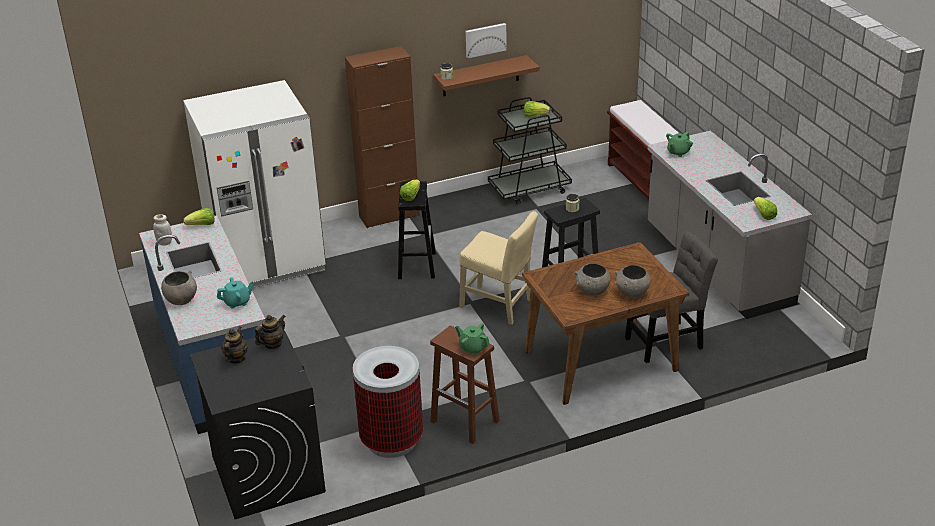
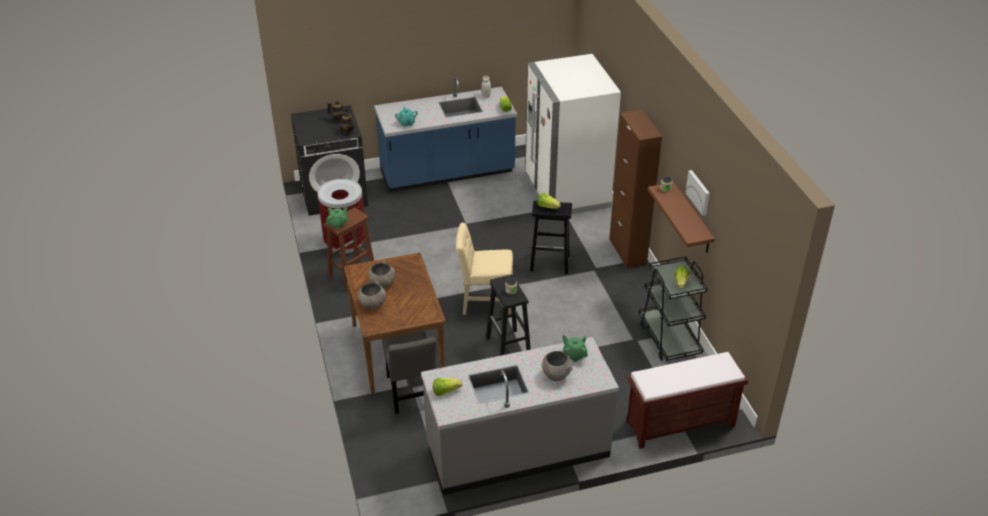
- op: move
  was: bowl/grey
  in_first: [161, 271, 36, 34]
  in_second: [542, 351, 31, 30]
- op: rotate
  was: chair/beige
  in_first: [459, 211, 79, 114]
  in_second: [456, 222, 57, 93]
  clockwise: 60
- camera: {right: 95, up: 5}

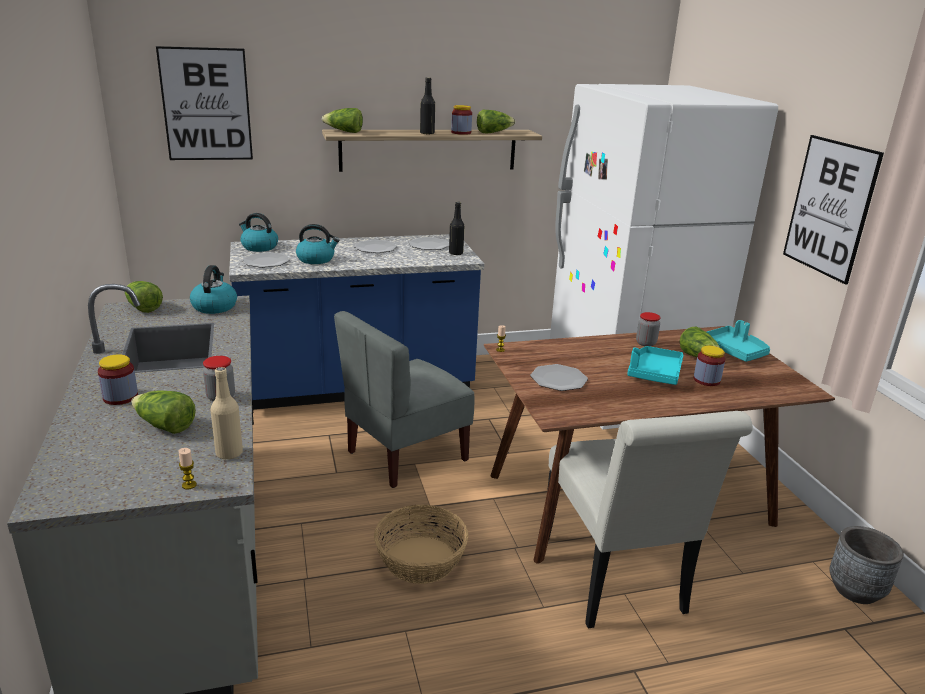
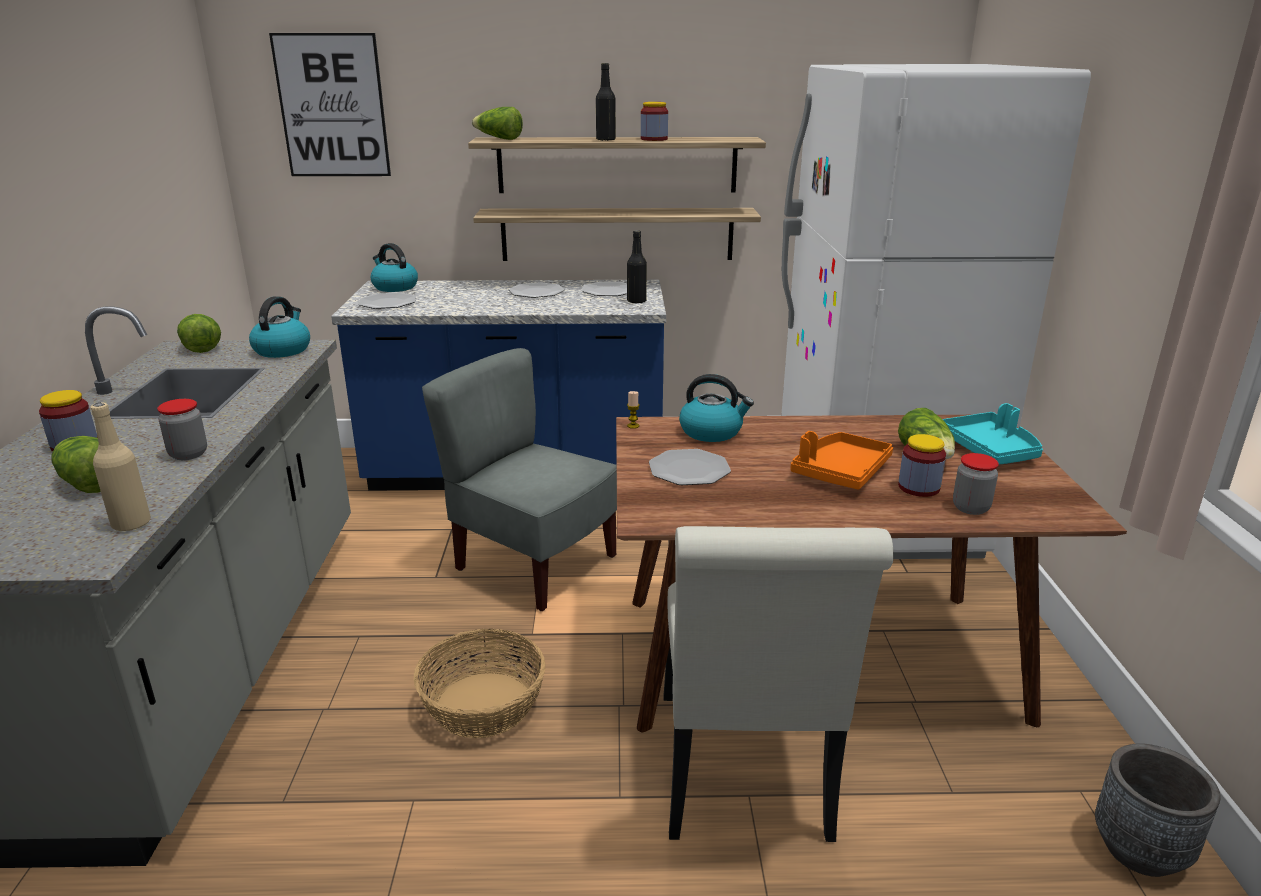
- op: delete
  was: candle
  in_first: [178, 448, 19, 41]
- op: move
  was: kettle
  in_first: [296, 224, 44, 40]
  in_second: [679, 374, 75, 68]
- op: rotate
  was: chair/grey
  in_first: [334, 311, 141, 177]
  in_second: [422, 348, 195, 263]
  clockwise: 60
- op: delete
  was: lettuce
  in_first: [477, 110, 38, 23]
- op: recolor
  was: tray/turquoise
  now: tray/orange
  in_first: [627, 346, 56, 39]
  in_second: [790, 431, 103, 59]
- op: move
  was: jar
  in_first: [636, 312, 25, 35]
  in_second: [953, 453, 46, 62]
- op: delete
  was: picture
  in_first: [783, 135, 101, 150]
- op: insert
  now: shelf
  in_second: [473, 208, 288, 53]
- camera: {right: 15, up: 0}

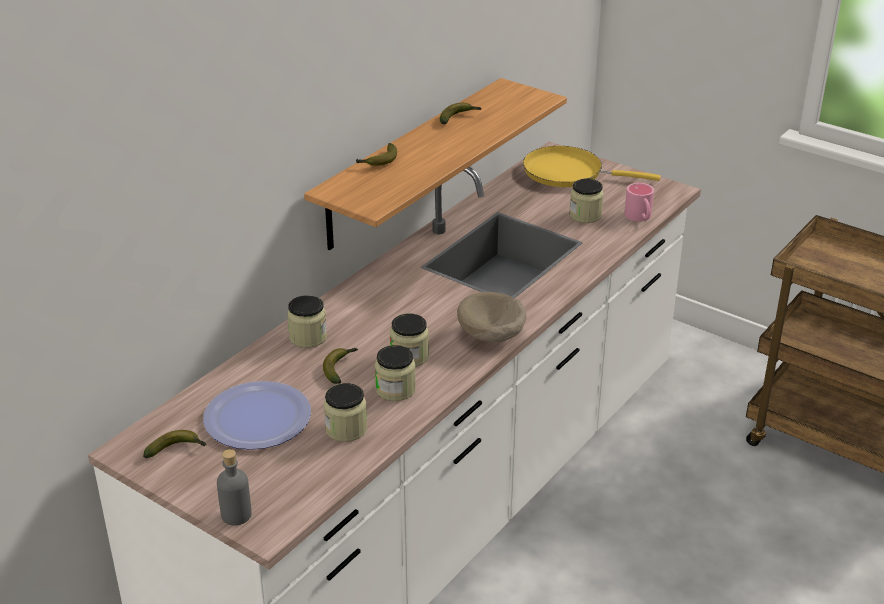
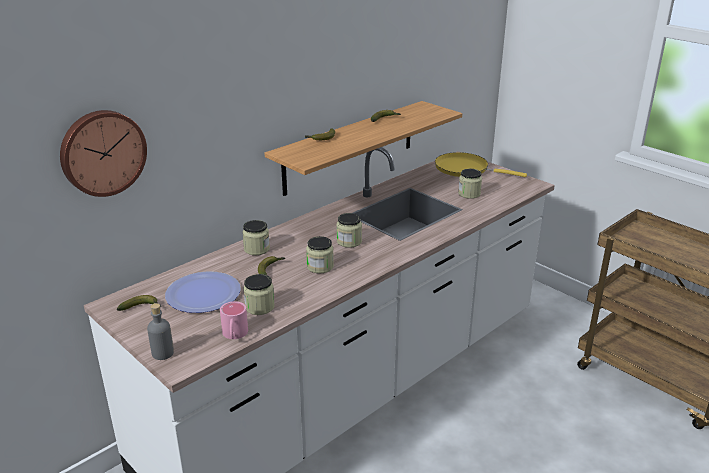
- op: move
  was: jar
  in_first: [375, 345, 41, 56]
  in_second: [337, 213, 25, 35]
- op: delete
  was: bowl/beige
  in_first: [457, 292, 70, 50]
- op: move
  was: mug/pink
  in_first: [624, 183, 30, 38]
  in_second: [220, 301, 28, 38]
- op: insert
  now: wall clock
  in_second: [60, 110, 87, 87]
- camera: {right: 10, up: -5}

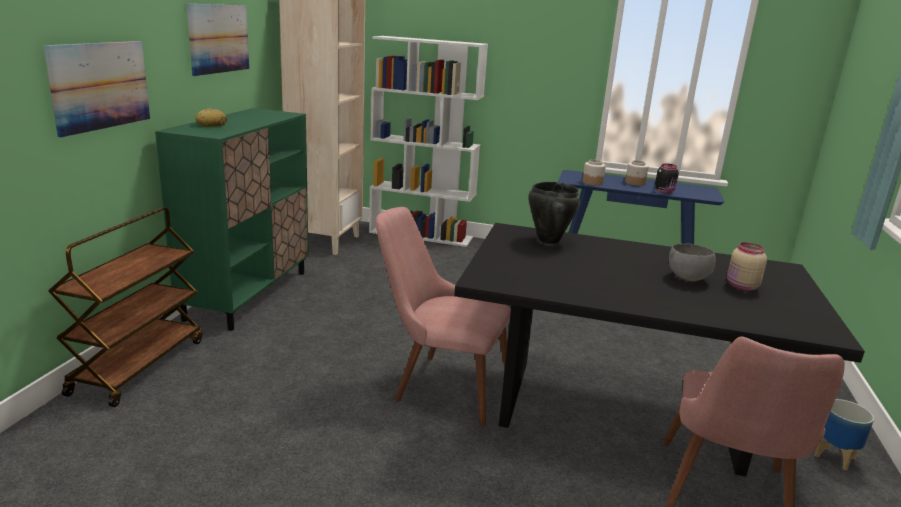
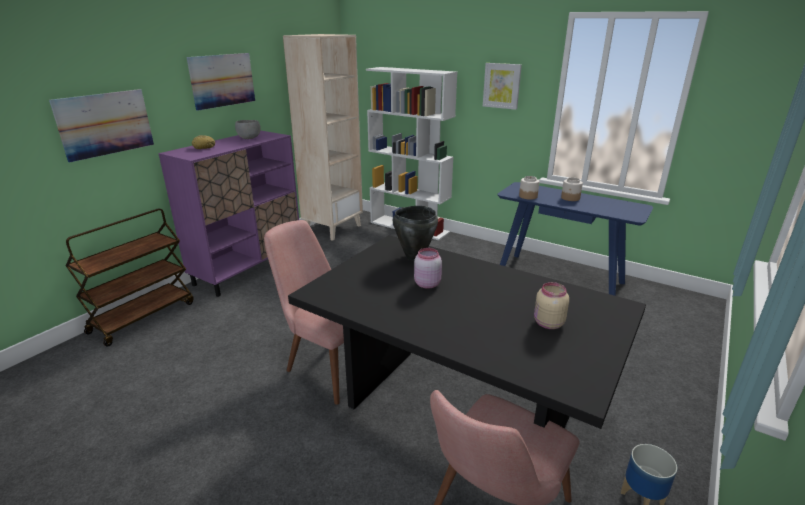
- op: recolor
  was: cabinet/green
  now: cabinet/purple
  in_first: [155, 108, 154, 223]
  in_second: [158, 130, 141, 167]
- op: delete
  was: jar/black
  in_first: [655, 163, 24, 31]
- op: move
  was: bowl/grey
  in_first: [669, 244, 47, 37]
  in_second: [235, 120, 26, 19]
- op: insert
  now: jar/pink
  in_second: [414, 248, 28, 41]
- op: insert
  now: picture
  in_second: [483, 63, 39, 47]
- camera: {right: 20, up: 5}

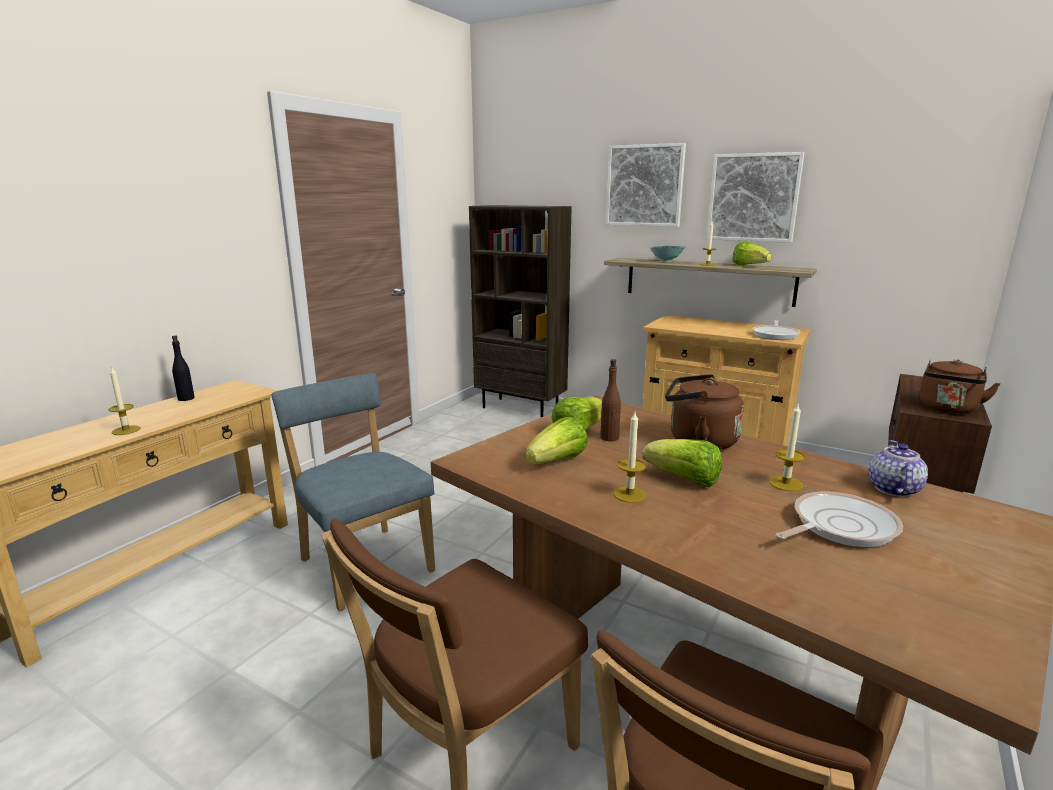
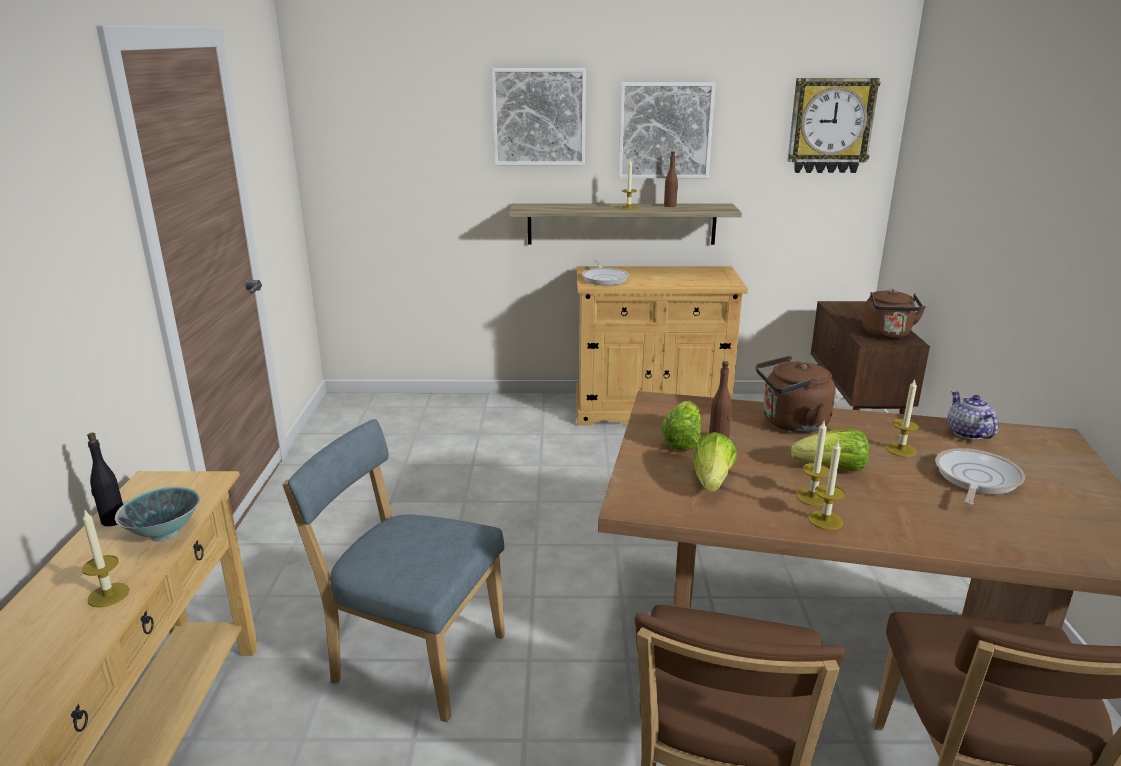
- op: delete
  was: bookcase/brown
  in_first: [469, 205, 103, 212]
- op: move
  was: bowl
  in_first: [650, 245, 35, 17]
  in_second: [115, 487, 85, 55]
- op: replace
  was: lettuce
  now: bottle/brown
  in_first: [732, 241, 40, 24]
  in_second: [664, 151, 14, 56]
- op: move
  was: frying pan
  in_first: [752, 320, 49, 20]
  in_second: [582, 260, 47, 25]
- op: insert
  now: wall clock
  in_second: [787, 78, 94, 95]
- op: insert
  now: candle
  in_second: [808, 441, 37, 89]
- camera: {right: -30, up: 5}

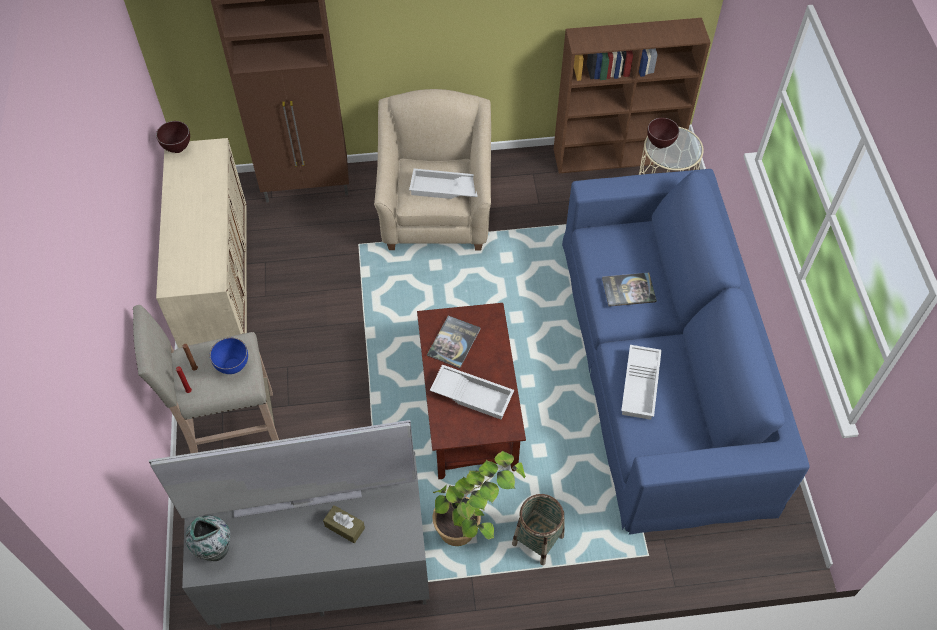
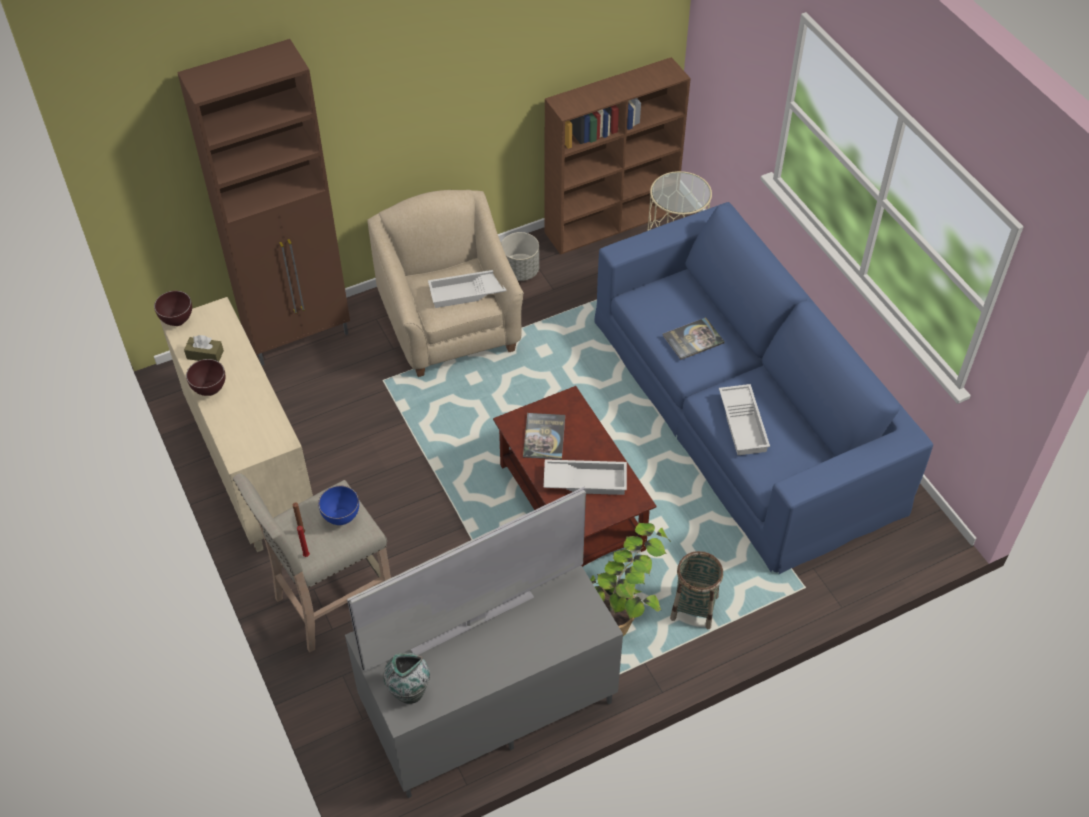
- op: move
  was: tissue box/brown
  in_first: [323, 505, 42, 38]
  in_second: [184, 335, 40, 27]
- op: move
  was: bowl/brown
  in_first: [647, 118, 32, 30]
  in_second: [186, 359, 39, 37]
- op: insert
  now: planter/grey
  in_second: [501, 232, 38, 49]
- camera: {right: -20, up: -5}

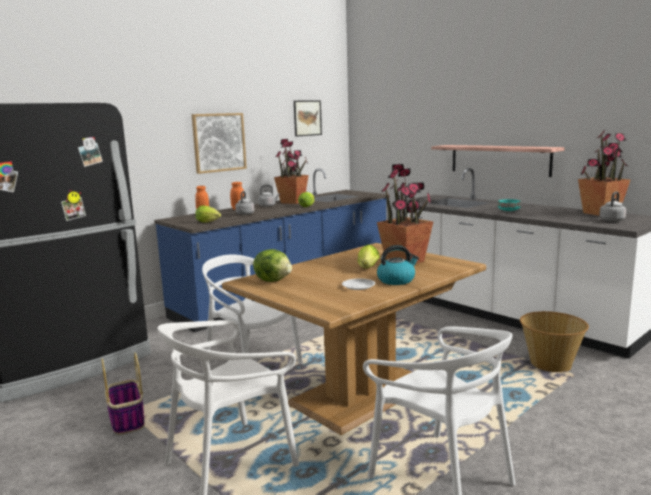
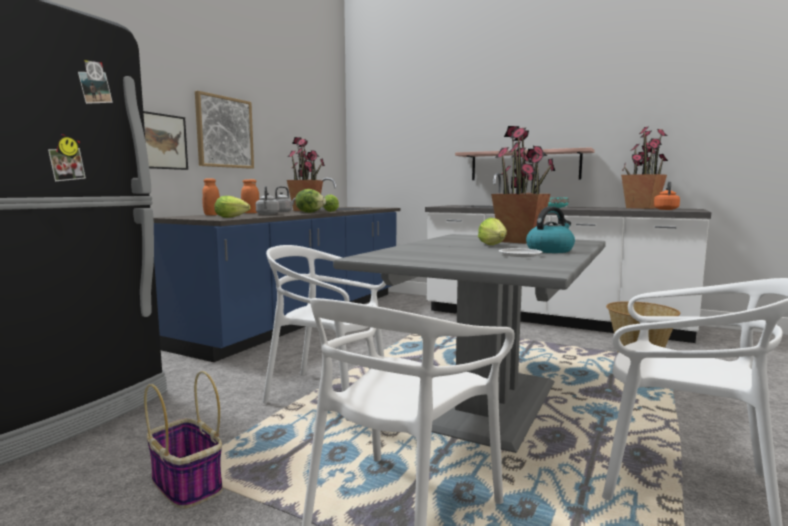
- op: recolor
  was: dining table/brown
  now: dining table/grey
  in_first: [222, 243, 264, 192]
  in_second: [333, 234, 273, 219]
- op: move
  was: lettuce
  in_first: [253, 249, 39, 33]
  in_second: [296, 189, 30, 24]
- op: move
  was: picture
  in_first: [294, 100, 28, 37]
  in_second: [143, 111, 45, 59]
- op: recolor
  was: kettle/grey
  now: kettle/orange
  in_first: [599, 192, 27, 30]
  in_second: [654, 181, 26, 29]
- camera: {right: -20, up: -5}

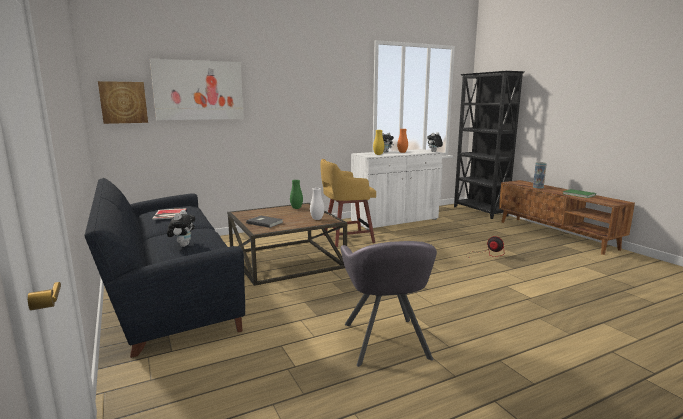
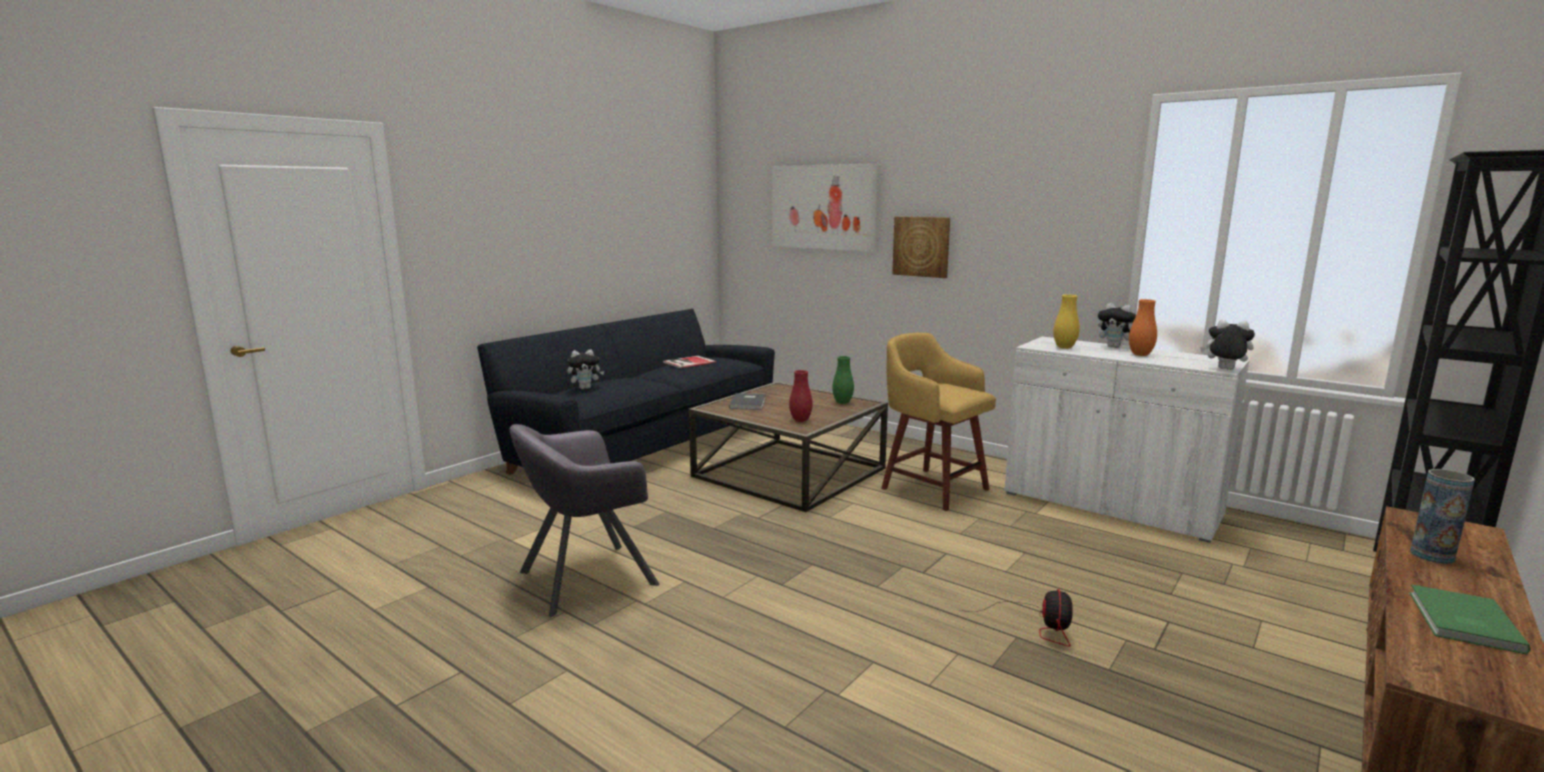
- op: move
  was: picture
  in_first: [98, 81, 50, 43]
  in_second: [892, 216, 58, 62]
- op: recolor
  was: vase/white
  now: vase/red
  in_first: [310, 188, 14, 32]
  in_second: [789, 370, 24, 52]
- camera: {right: 65, up: 0}

